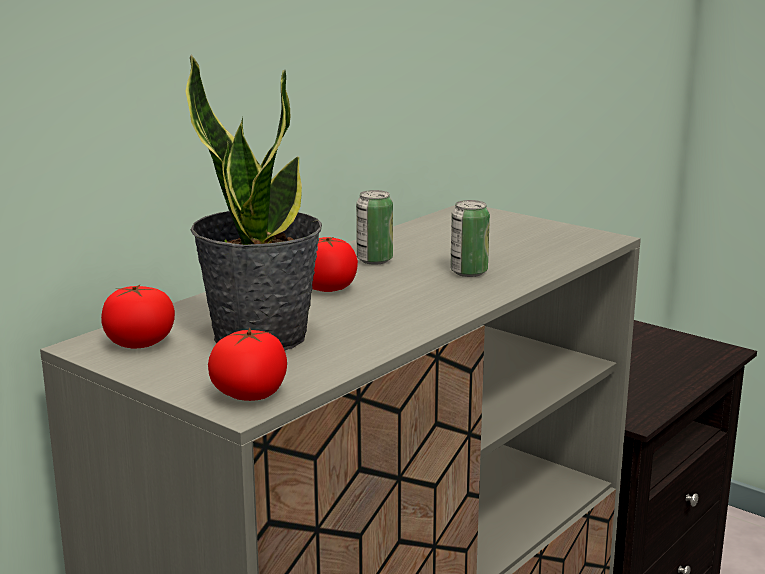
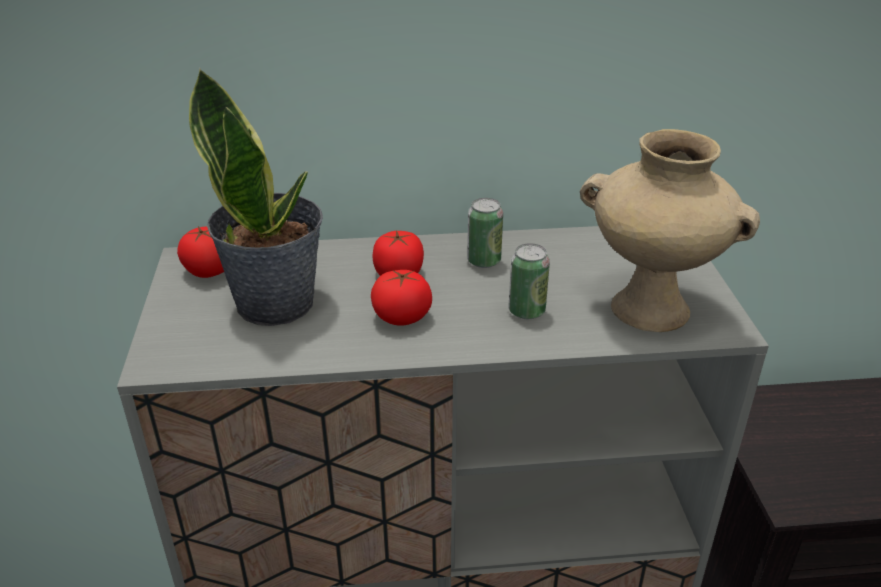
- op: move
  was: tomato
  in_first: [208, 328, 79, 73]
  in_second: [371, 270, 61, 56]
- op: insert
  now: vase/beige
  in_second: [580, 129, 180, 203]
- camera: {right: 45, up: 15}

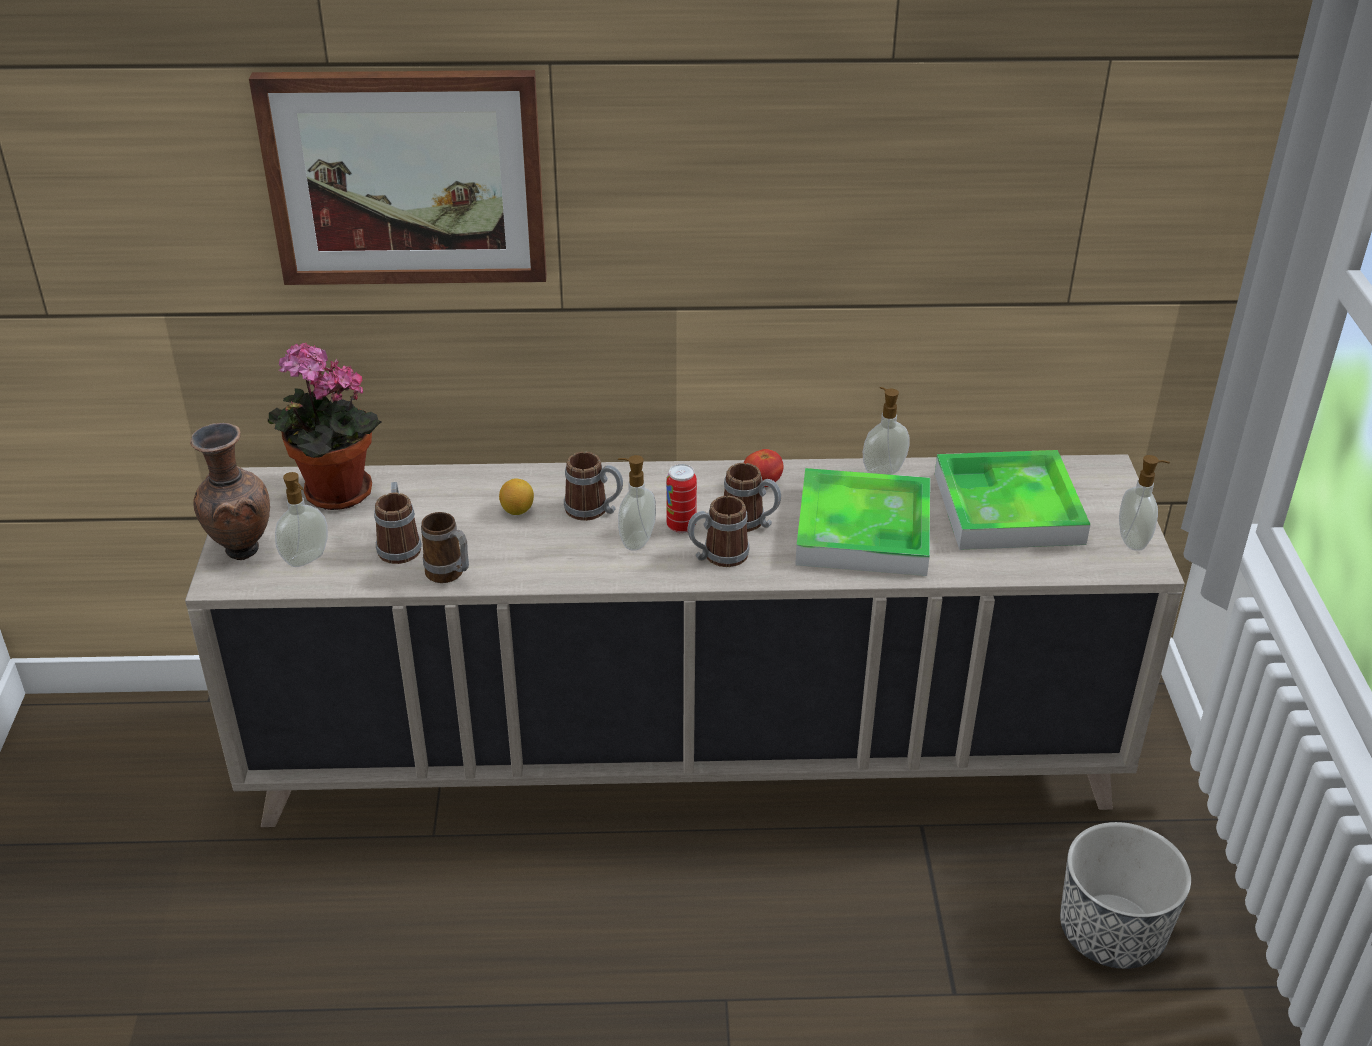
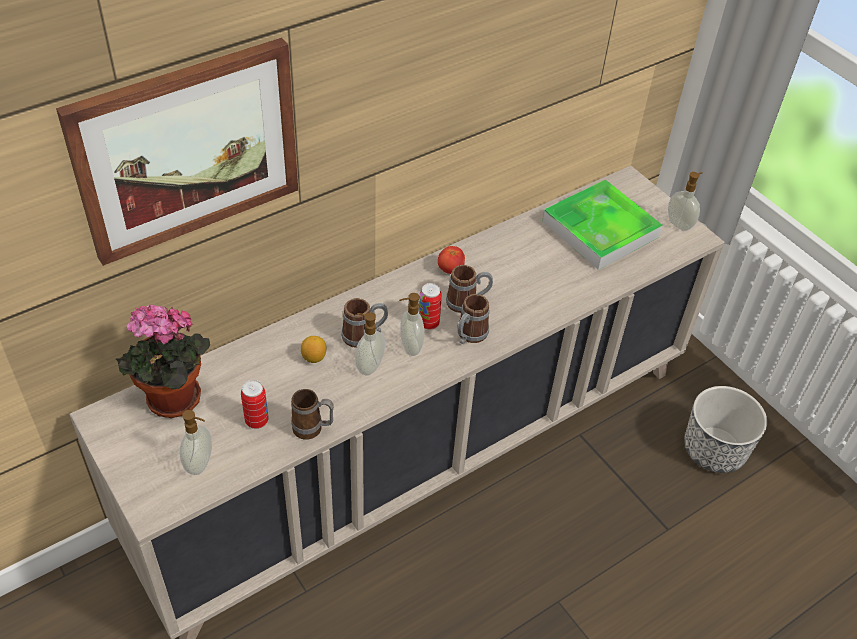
- op: delete
  was: vase/brown
  in_first: [190, 423, 80, 137]
- op: replace
  was: mug
  now: can
  in_first: [374, 482, 48, 82]
  in_second: [241, 380, 28, 49]
- op: delete
  was: tray
  in_first: [795, 468, 135, 108]
- op: move
  was: soap dispenser
  in_first: [863, 387, 47, 88]
  in_second: [355, 312, 30, 63]
- camera: {right: -35, up: 10}

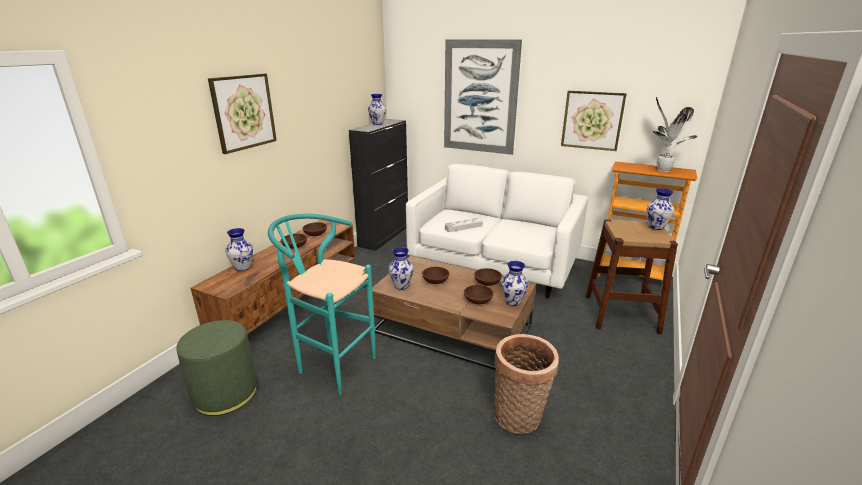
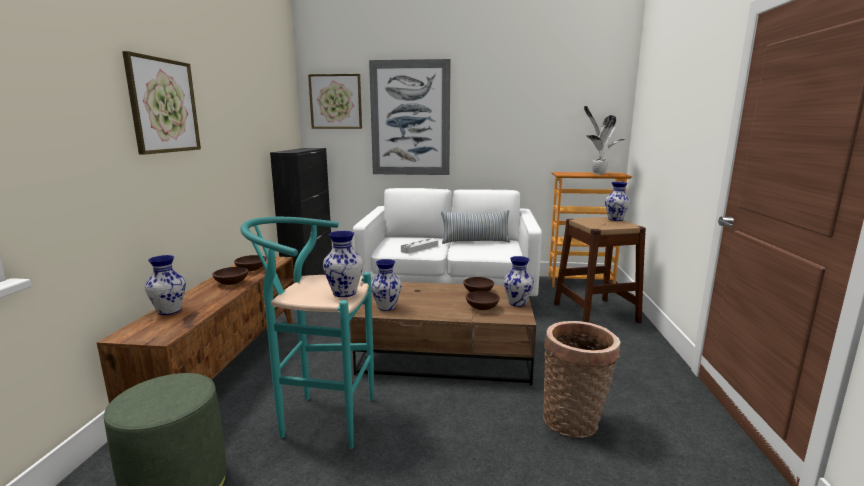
- op: move
  was: vase
  in_first: [368, 94, 18, 31]
  in_second: [323, 231, 40, 66]
- op: delete
  was: bowl/brown
  in_first: [422, 267, 27, 17]
- op: move
  was: picture
  in_first: [561, 91, 66, 60]
  in_second: [308, 74, 54, 55]
- op: insert
  now: pillow
  in_second: [441, 210, 69, 34]
- camera: {right: -20, up: -10}

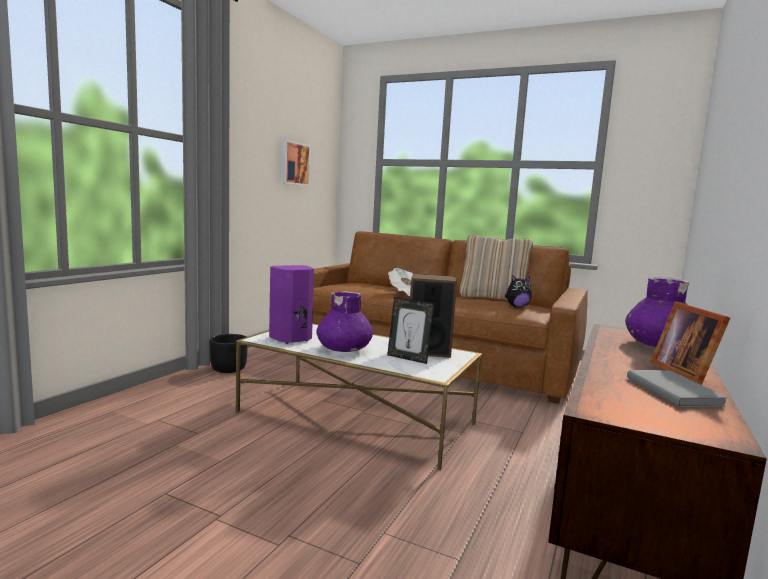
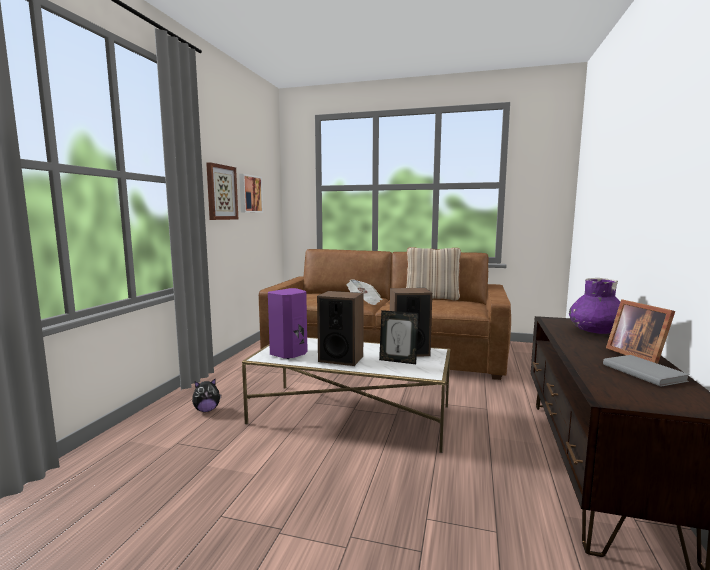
- op: delete
  was: planter/black
  in_first: [209, 334, 39, 39]
- op: replace
  was: vase/purple
  now: speaker
  in_first: [317, 291, 56, 61]
  in_second: [317, 291, 47, 75]
- op: move
  was: plush toy
  in_first: [505, 276, 27, 32]
  in_second: [192, 378, 30, 34]
- op: insert
  now: picture
  in_second: [206, 162, 32, 58]
- camera: {right: -10, up: 0}

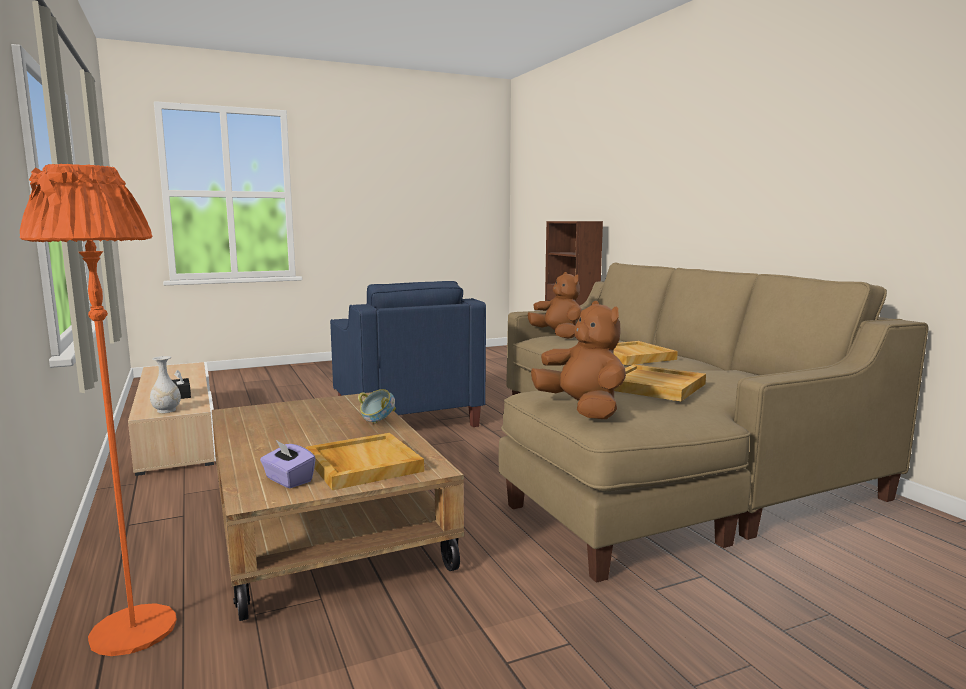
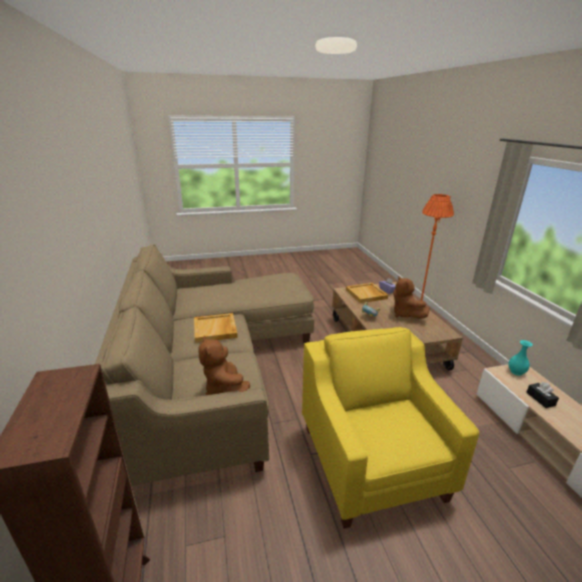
- op: recolor
  was: vase/white
  now: vase/turquoise
  in_first: [150, 356, 31, 57]
  in_second: [508, 340, 25, 36]
- op: recolor
  was: armchair/blue
  now: armchair/yellow
  in_first: [330, 281, 156, 146]
  in_second: [302, 327, 177, 202]
- op: move
  was: plush toy/brown
  in_first: [531, 301, 95, 118]
  in_second: [393, 276, 37, 43]
- op: delete
  was: tray/beige
  in_first: [614, 364, 92, 37]
- camera: {right: -170, up: 15}

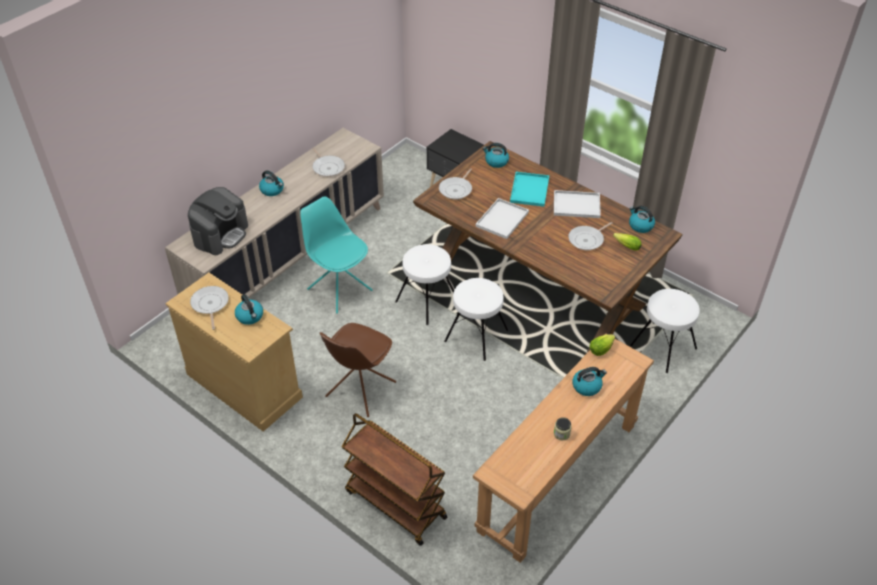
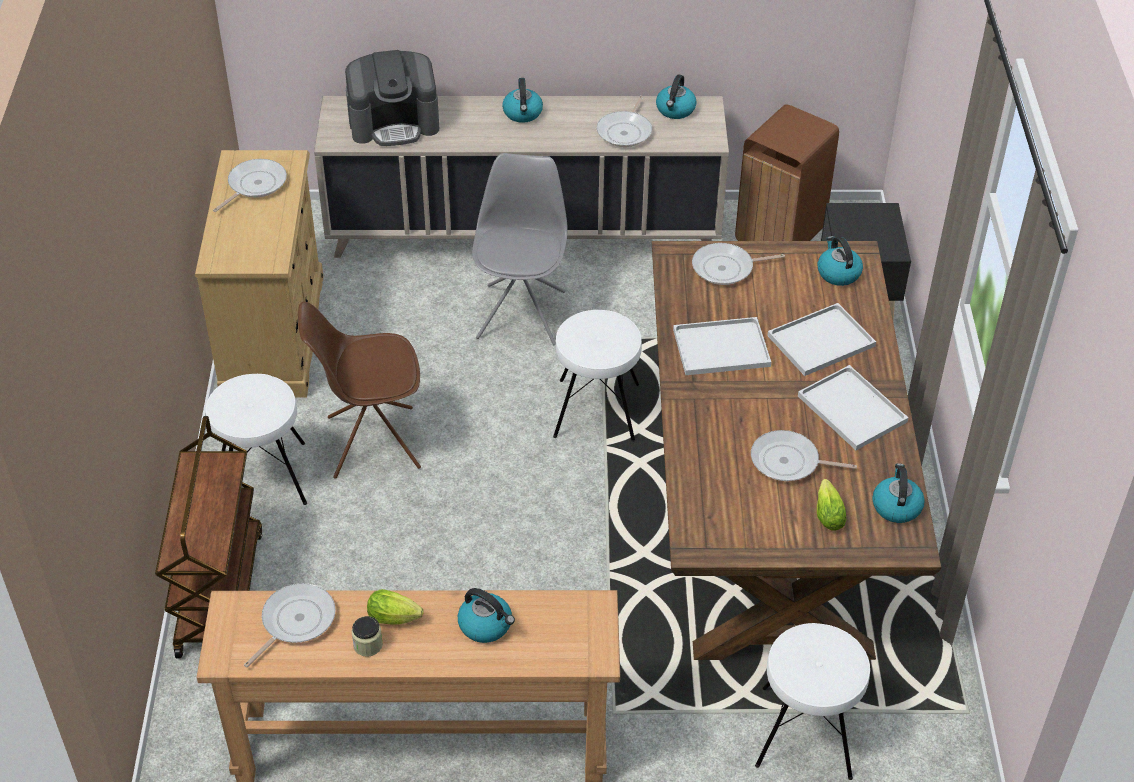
- op: move
  was: kettle
  in_first: [235, 294, 28, 31]
  in_second: [656, 74, 41, 45]
- op: recolor
  was: chair/turquoise
  now: chair/grey
  in_first: [300, 196, 73, 118]
  in_second: [472, 153, 95, 192]
- op: move
  was: stool/white
  in_first: [444, 278, 64, 83]
  in_second: [206, 374, 101, 131]
- op: recolor
  was: tray/turquoise
  now: tray/white
  in_first: [510, 172, 39, 35]
  in_second: [767, 303, 109, 73]
- op: move
  was: lettuce
  in_first: [590, 334, 25, 22]
  in_second: [367, 589, 56, 36]
- op: insert
  now: frying pan
  in_second: [244, 583, 91, 85]
- op: insert
  now: trash can/brown
  in_second: [735, 104, 104, 137]
- camera: {right: 50, up: 0}

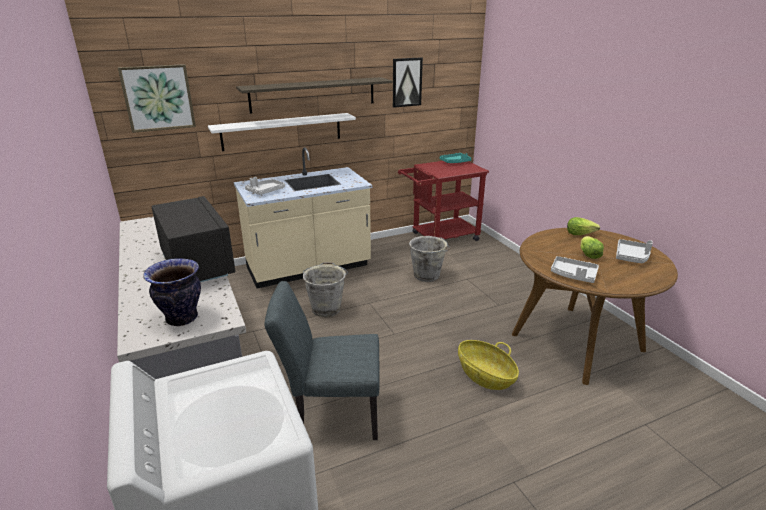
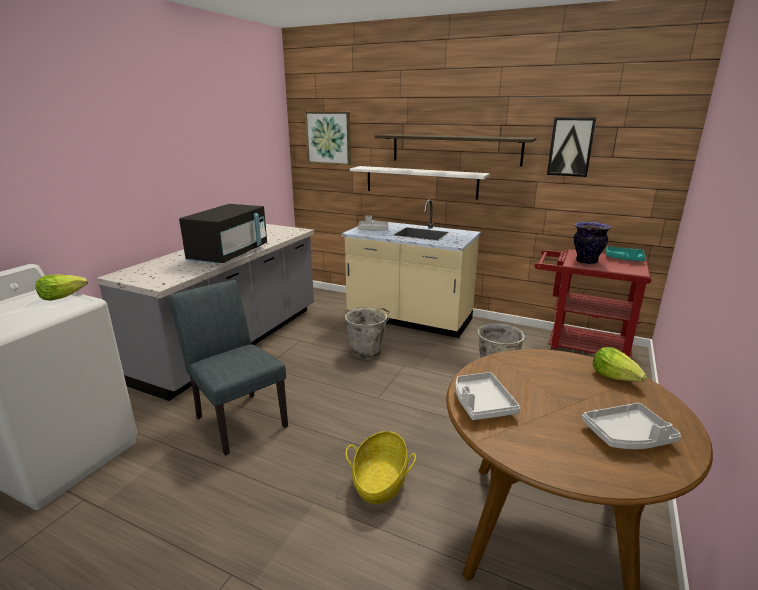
- op: move
  was: vase
  in_first: [143, 258, 58, 68]
  in_second: [574, 222, 38, 42]
- op: move
  was: lettuce
  in_first: [581, 236, 23, 23]
  in_second: [35, 274, 53, 27]
- camera: {right: 50, up: -5}

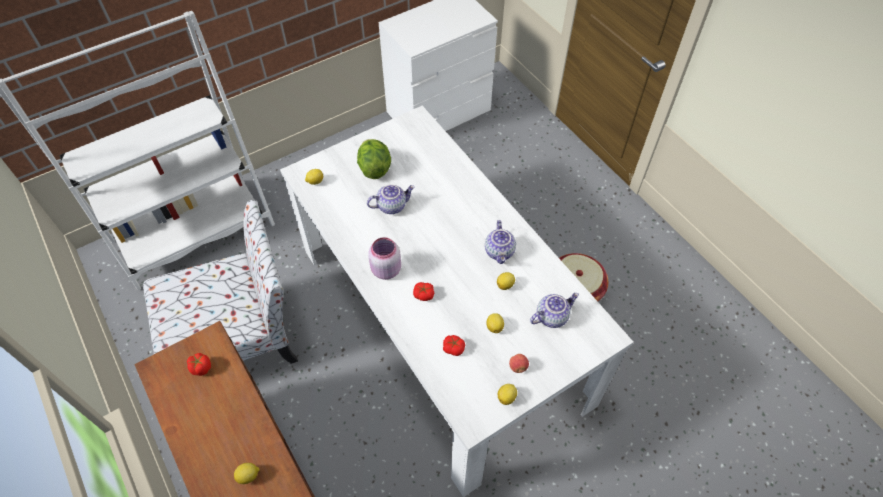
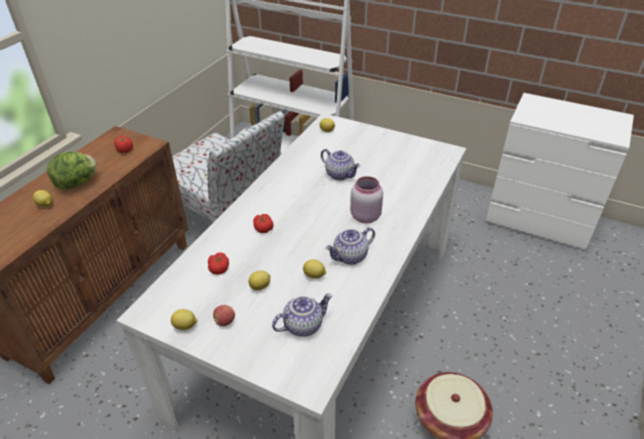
- op: move
  was: lettuce
  in_first: [357, 139, 34, 40]
  in_second: [47, 152, 50, 38]
- op: move
  was: jar/pink
  in_first: [368, 237, 33, 43]
  in_second: [350, 176, 33, 47]
- op: rotate
  was: teapot
  in_first: [530, 293, 49, 35]
  in_second: [272, 294, 60, 43]
  clockwise: -60
- camera: {right: 60, up: -15}

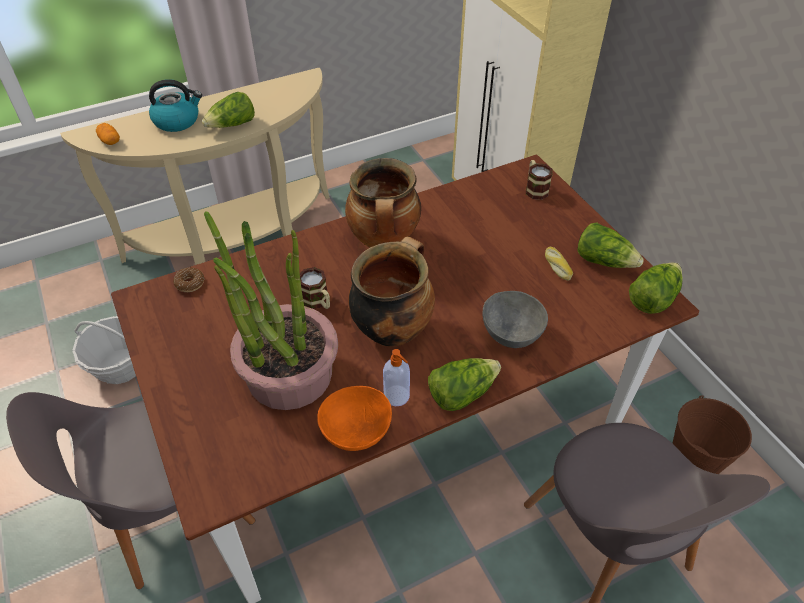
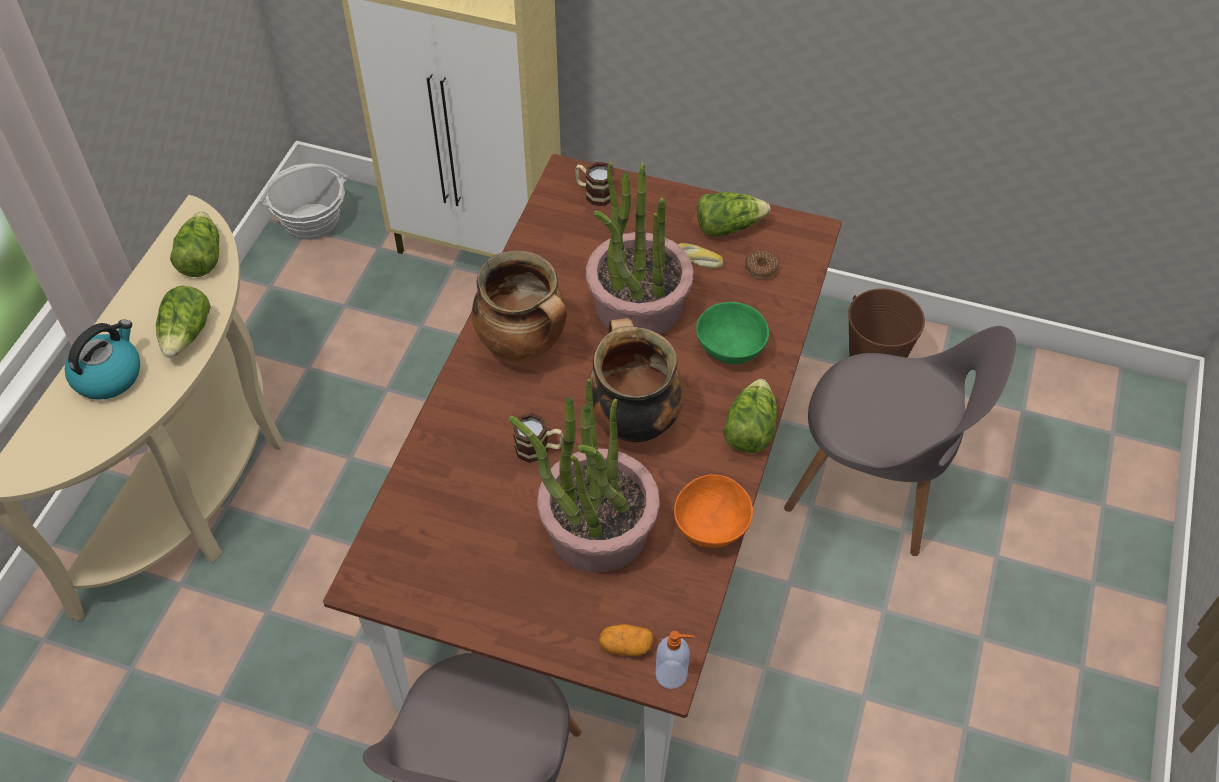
- op: move
  was: basket
  in_first: [72, 316, 64, 68]
  in_second: [259, 163, 89, 77]
- op: move
  was: potato
  in_first: [96, 123, 24, 22]
  in_second: [599, 624, 54, 32]
- op: move
  was: donut
  in_first: [173, 268, 31, 24]
  in_second: [745, 251, 34, 28]
- op: move
  was: soap dispenser
  in_first: [383, 349, 27, 57]
  in_second: [655, 631, 39, 58]
- op: recolor
  was: bowl/grey
  now: bowl/green
  in_first: [482, 291, 66, 57]
  in_second: [696, 302, 73, 62]
- op: move
  was: lettuce
  in_first: [629, 263, 54, 51]
  in_second: [170, 211, 49, 66]
- op: insert
  now: potted plant
  in_second: [586, 162, 107, 173]
- camera: {right: -45, up: 5}

